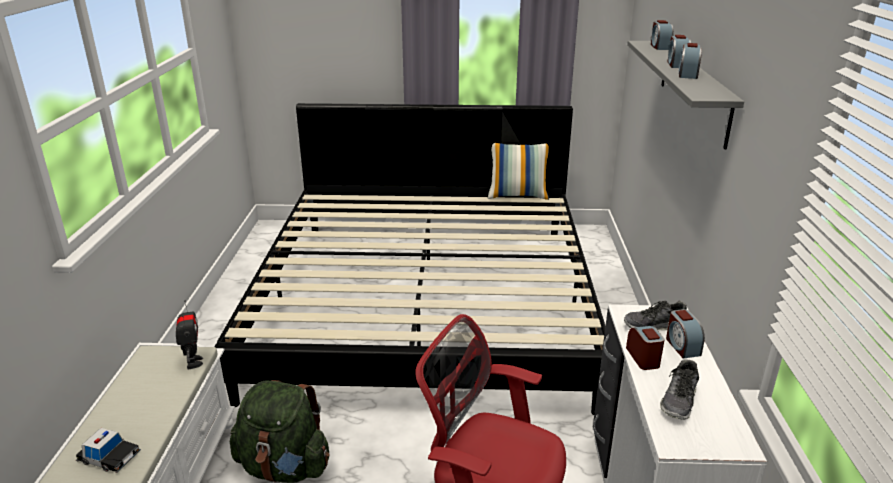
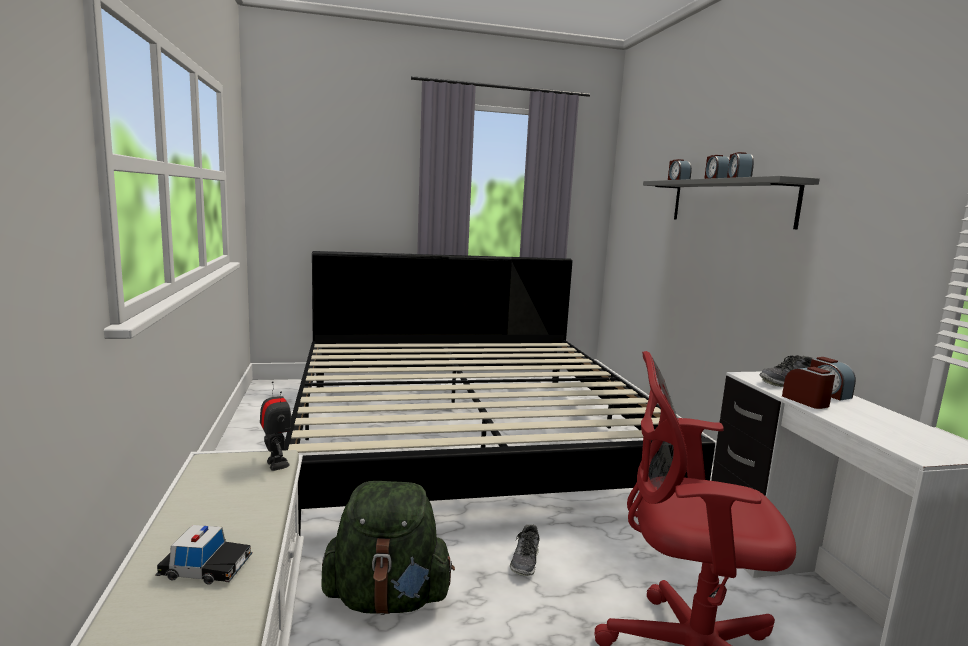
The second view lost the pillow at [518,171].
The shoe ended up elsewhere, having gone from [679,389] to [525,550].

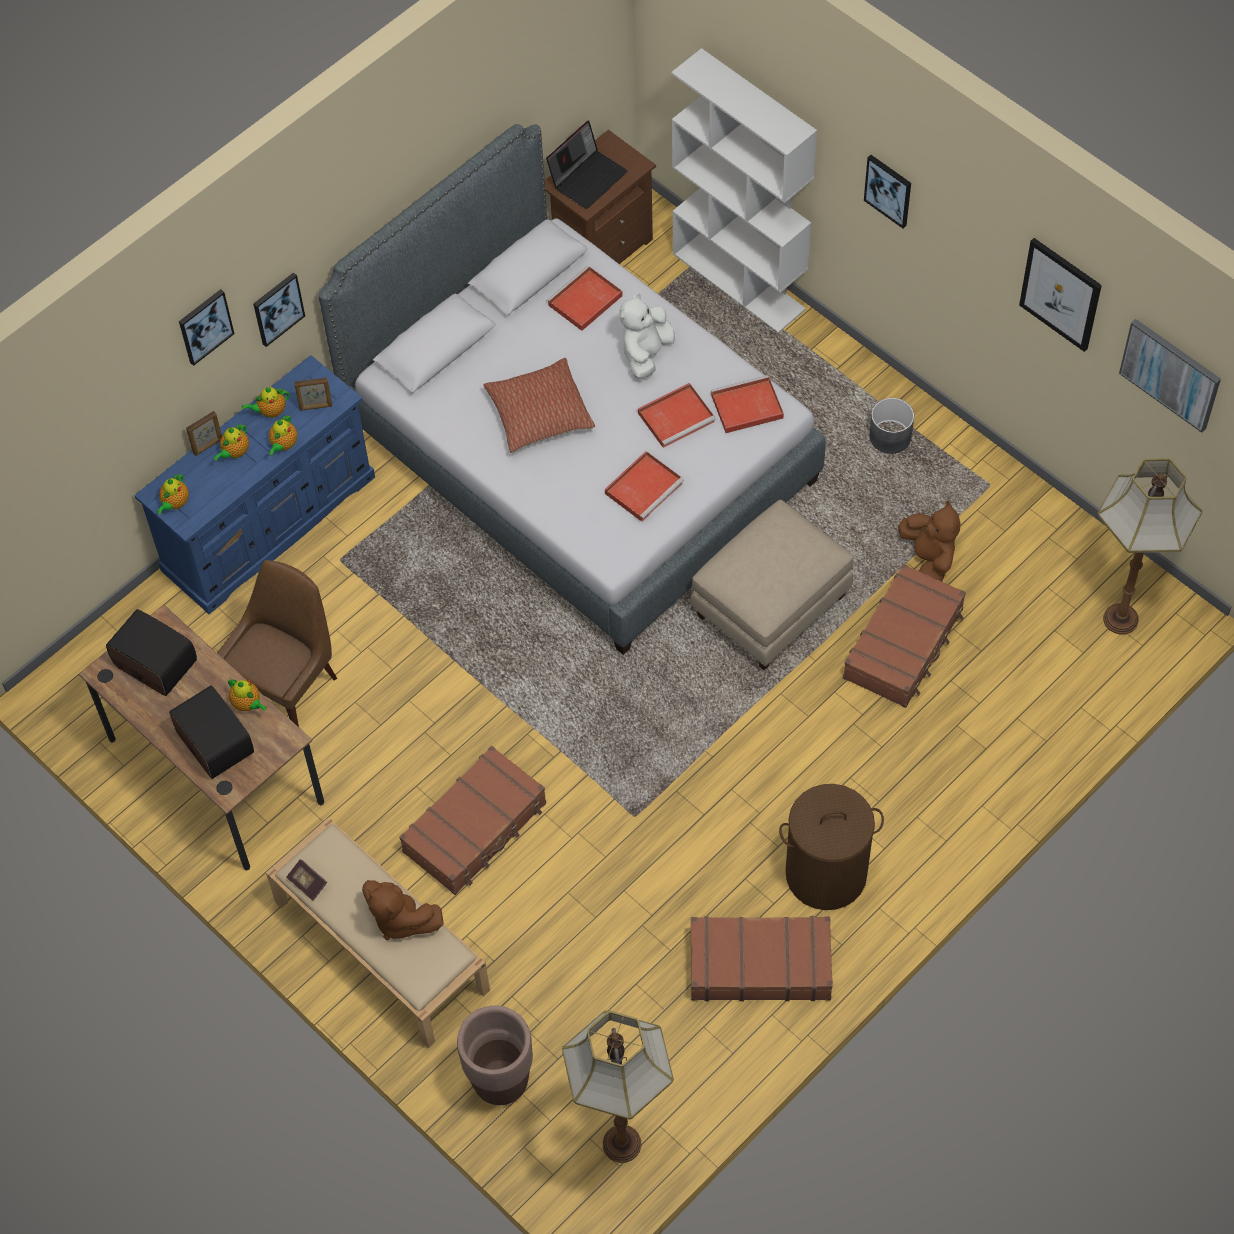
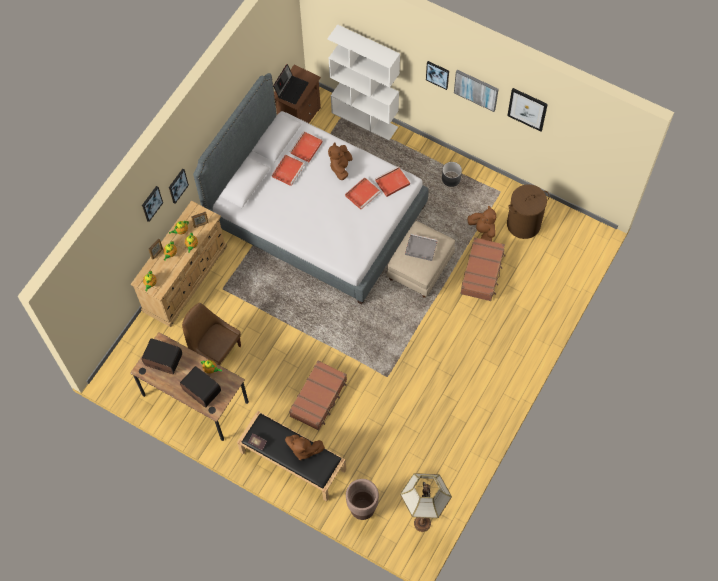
The second view lost the pillow at [539,405].
The second view lost the suitcase/brown at [762,958].
The second view lost the floor lamp at [1149,546].
The second view gained the tray/grey at [421,247].
The tray/red ended up elsewhere, having gone from [644,486] to [288,170].
The laundry basket/brown ended up elsewhere, having gone from [831,847] to [528,211].
The picture ended up elsewhere, having gone from [1170,376] to [476,91].
What was the dresser/blue at [254,484] turned into the dresser/beige at [179,264].
What was the bench/beige at [378,932] turned into the bench/black at [291,456].
What was the plush toy/white at [647,336] turned into the plush toy/brown at [340,161].
The chair/brown at [277,643] ended up facing another way, 75 degrees counterclockwise from before.

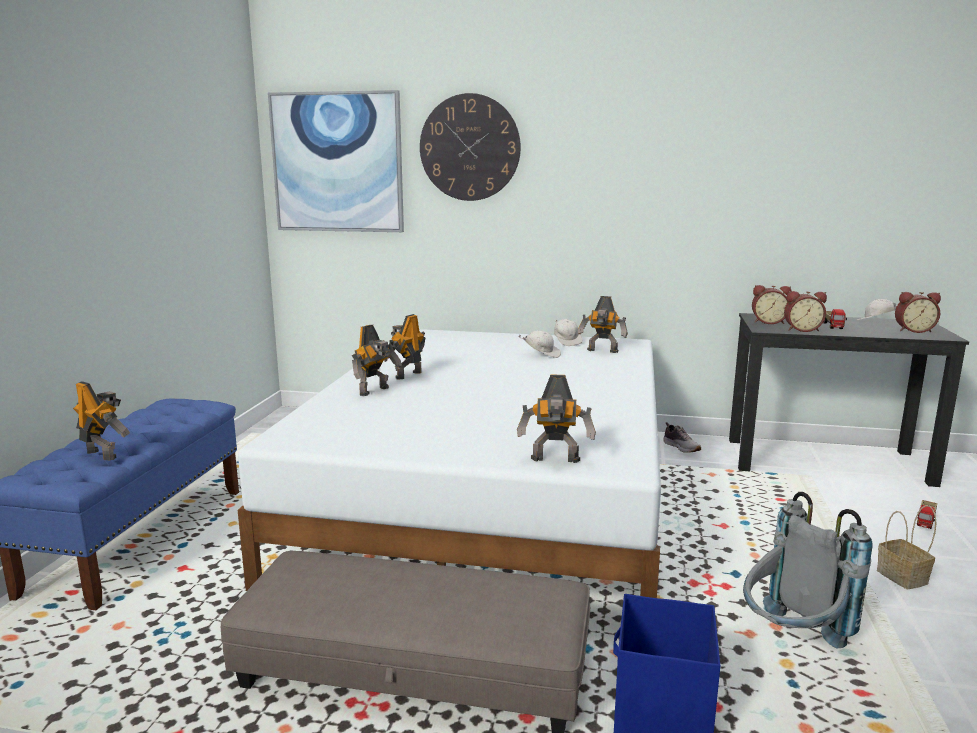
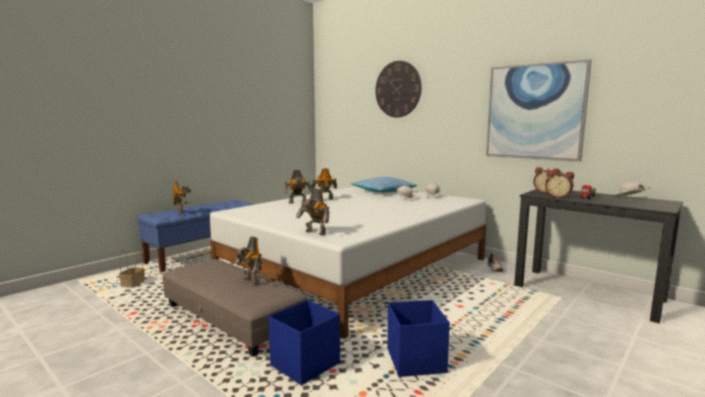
The second view lost the alarm clock at [918,312].
The second view lost the toy truck at [927,514].
The second view gained the pillow at [383,185].
The picture ended up elsewhere, having gone from [336,161] to [539,110].
The toy robot ended up elsewhere, having gone from [603,324] to [248,260].
The basket ended up elsewhere, having gone from [906,547] to [132,268].
Where the backpack/grey stood at [808,570], the storage box/blue came to stand at [418,338].

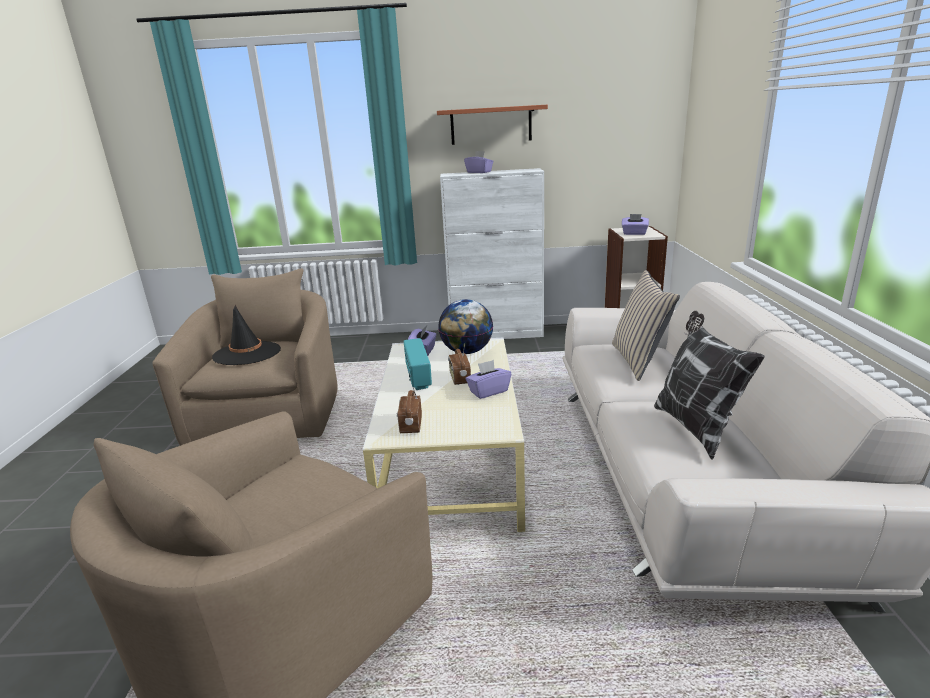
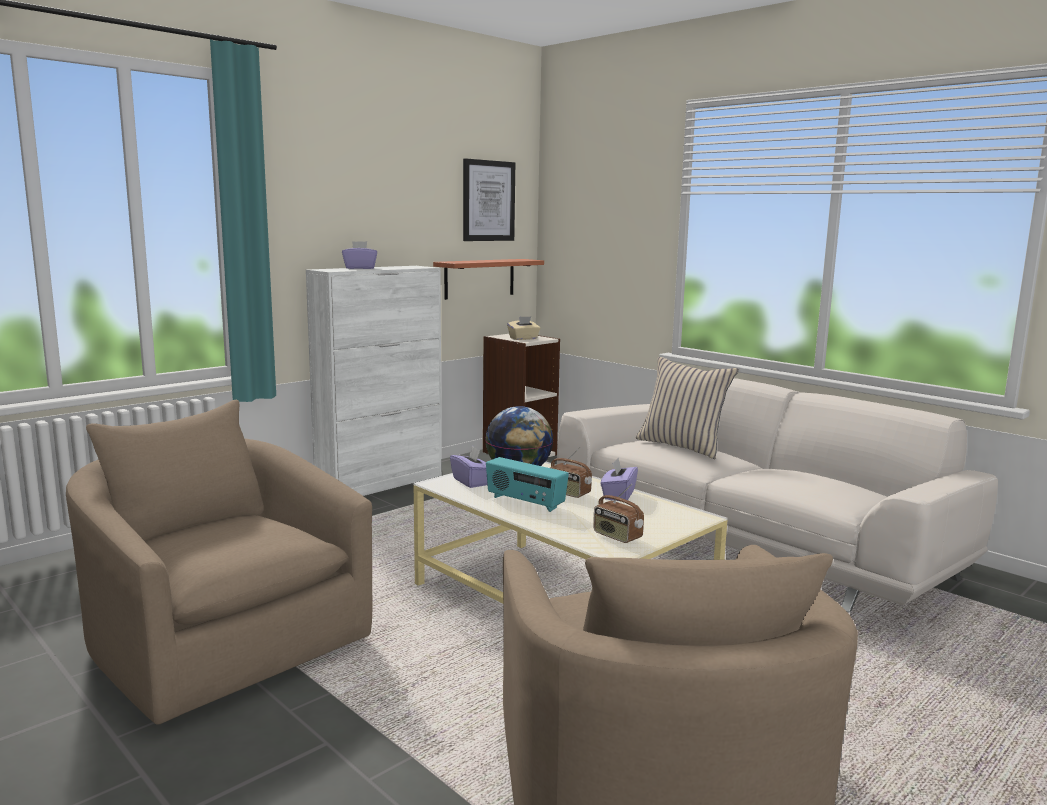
The second view lost the hat/black at [246,334].
The second view lost the pillow at [709,385].
The second view gained the picture at [489,199].
The shelf ended up elsewhere, having gone from [492,125] to [488,279].
What was the tissue box/purple at [635,224] turned into the tissue box/beige at [523,328].

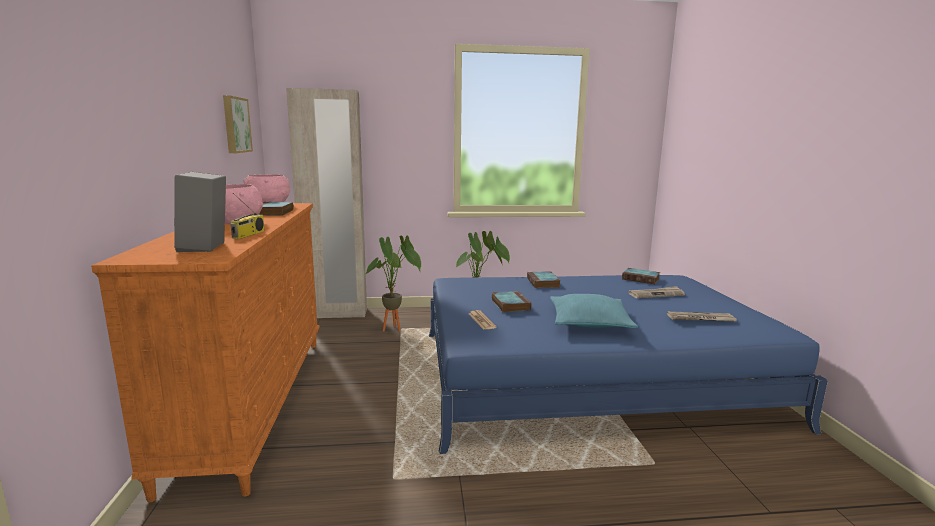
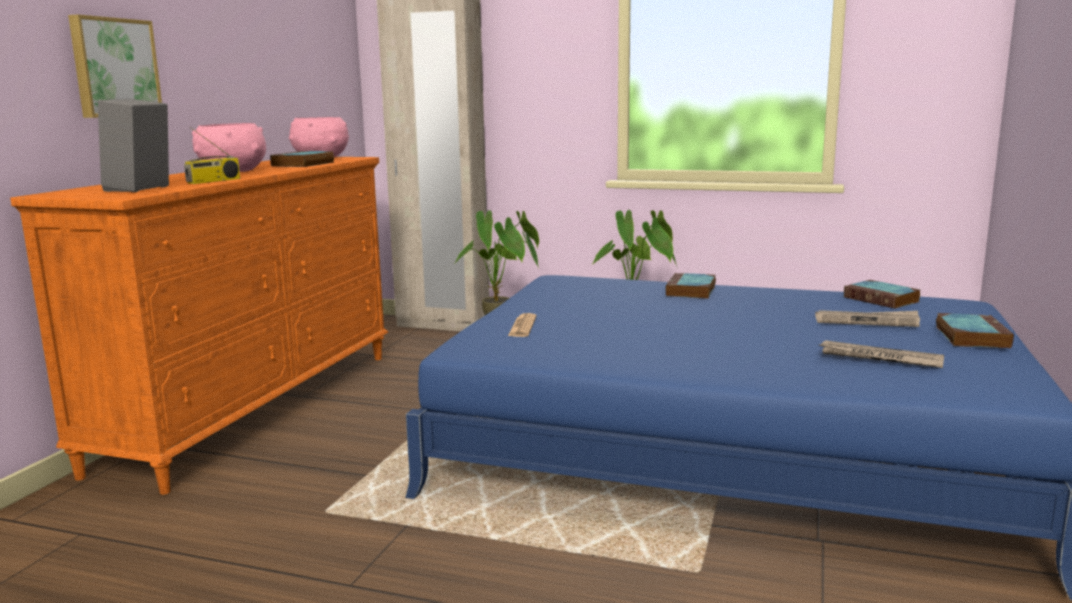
The second view lost the pillow/turquoise at [594,311].
The picture ended up elsewhere, having gone from [238,124] to [115,66].
The book ended up elsewhere, having gone from [511,301] to [975,330].

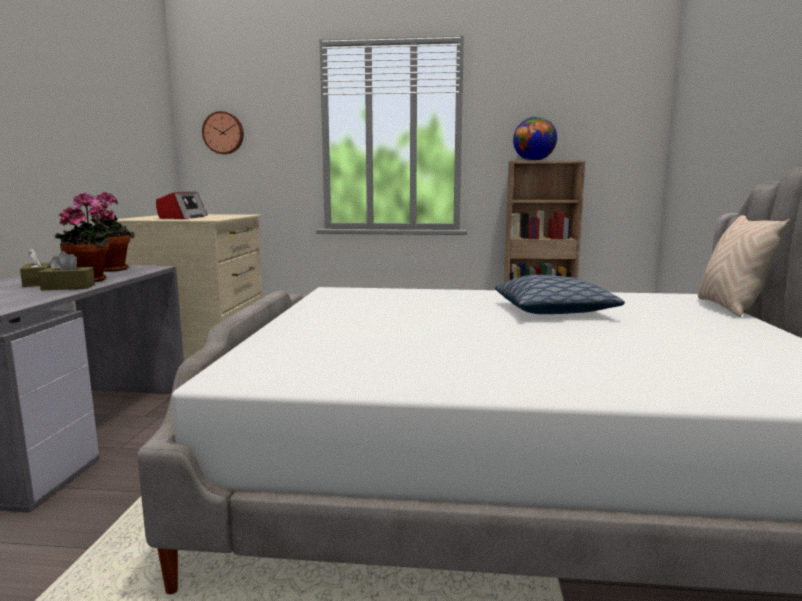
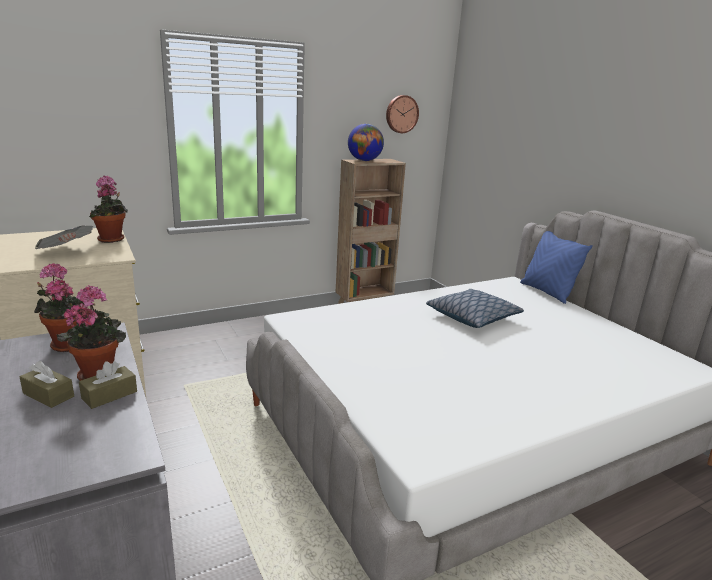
The second view gained the potted plant at [108,209].
The wall clock ended up elsewhere, having gone from [223,132] to [402,114].
Where the radio stood at [182,205], the newspaper came to stand at [64,237].
What was the pillow/beige at [744,266] turned into the pillow/blue at [556,267].

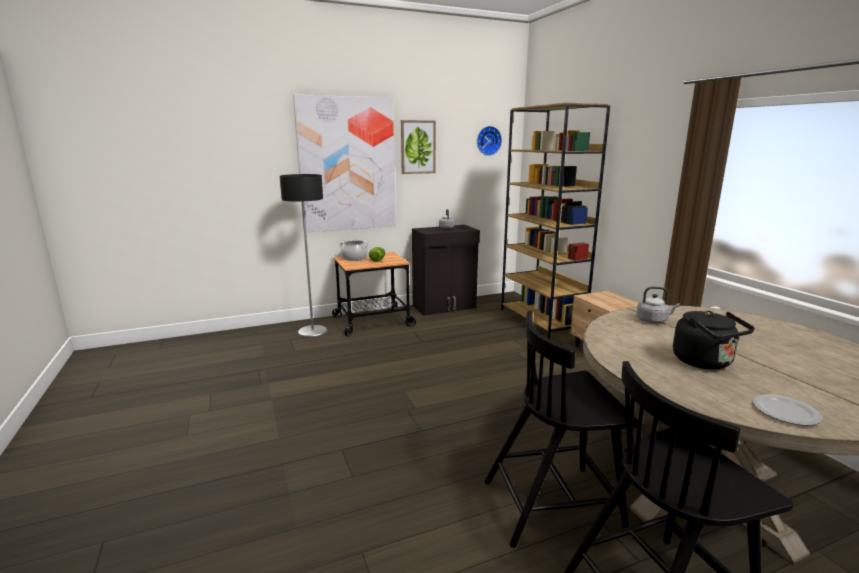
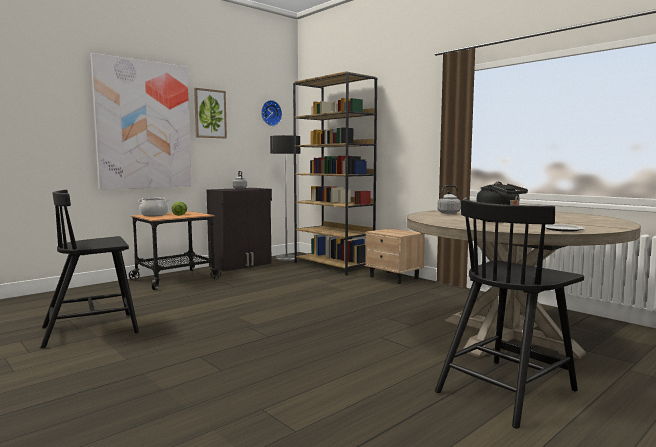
The floor lamp ended up elsewhere, having gone from [304,256] to [285,198].
The chair/black ended up elsewhere, having gone from [561,429] to [90,269].

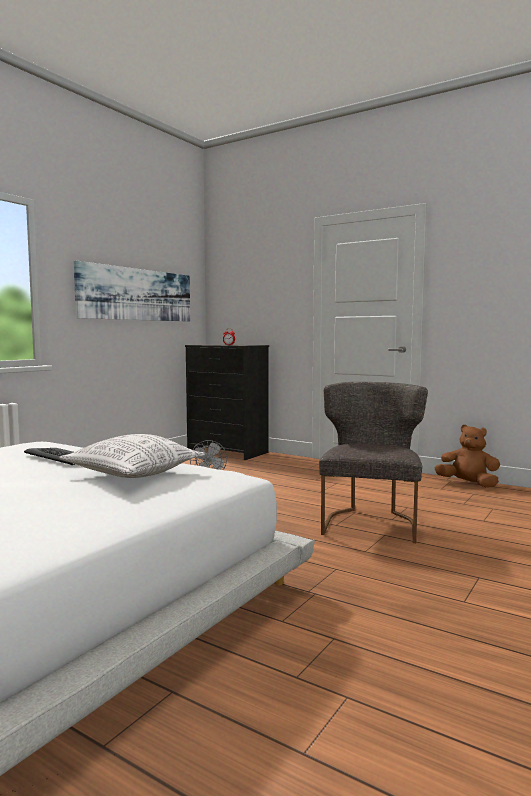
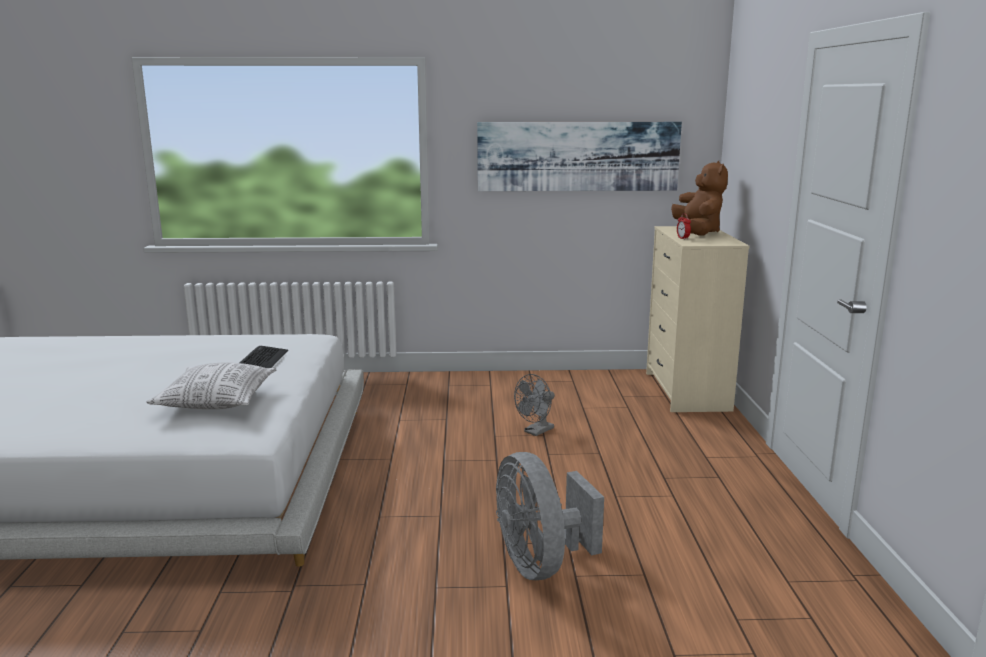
The plush toy/brown ended up elsewhere, having gone from [467,456] to [699,198].
Where the chair/grey stood at [373,462], the fan/grey came to stand at [550,516].
What was the dresser/black at [227,402] turned into the dresser/beige at [697,319].

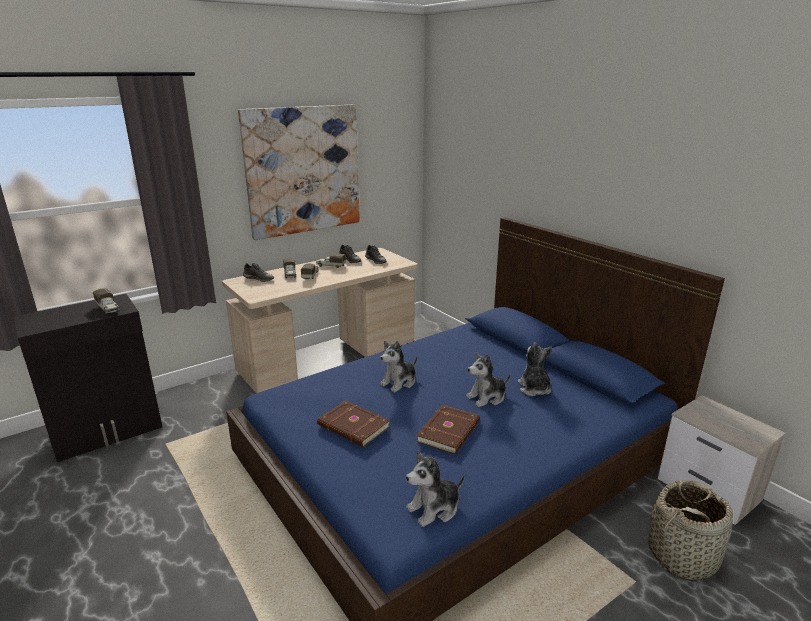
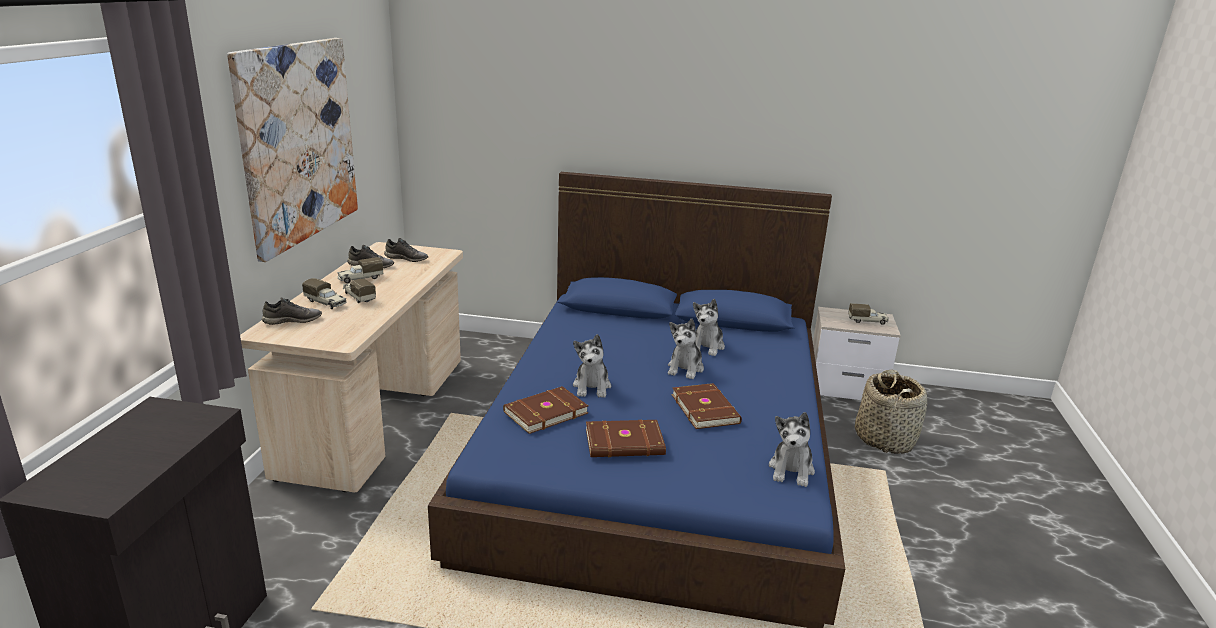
The second view gained the book/brown at [545,410].
The toy truck ended up elsewhere, having gone from [106,301] to [868,314].
The plush toy at [535,369] ended up facing another way, 105 degrees counterclockwise from before.

